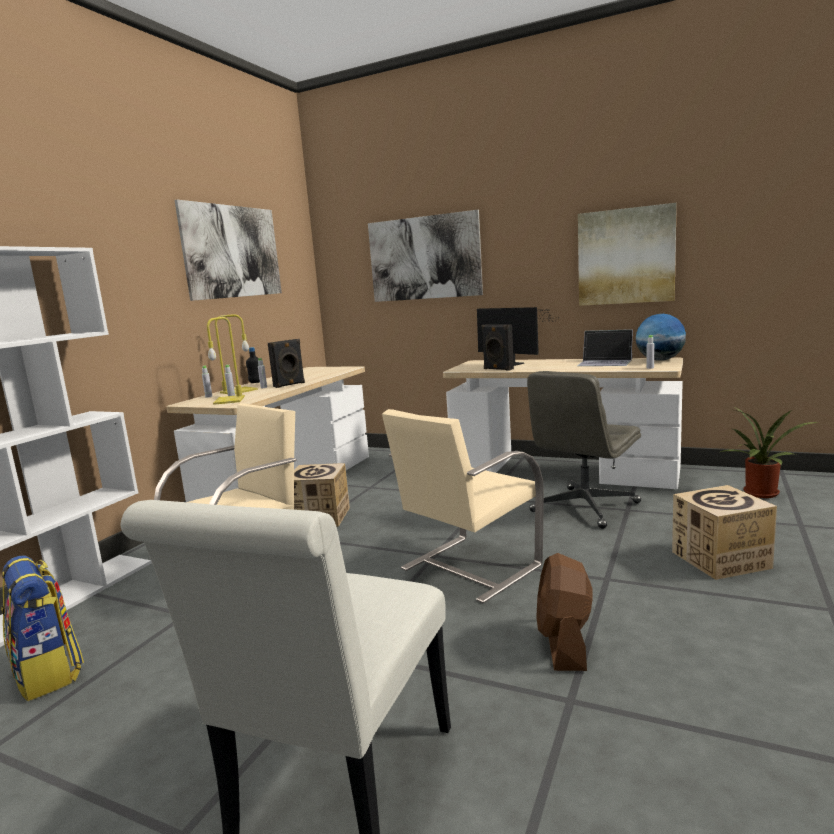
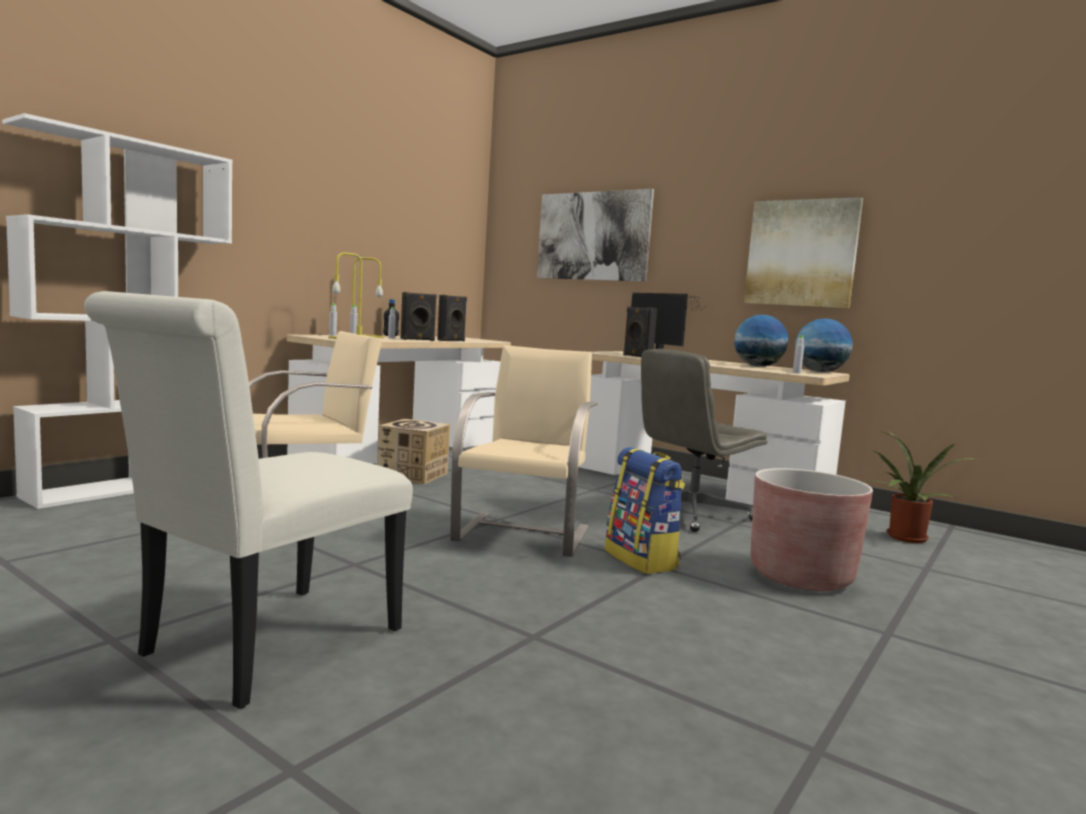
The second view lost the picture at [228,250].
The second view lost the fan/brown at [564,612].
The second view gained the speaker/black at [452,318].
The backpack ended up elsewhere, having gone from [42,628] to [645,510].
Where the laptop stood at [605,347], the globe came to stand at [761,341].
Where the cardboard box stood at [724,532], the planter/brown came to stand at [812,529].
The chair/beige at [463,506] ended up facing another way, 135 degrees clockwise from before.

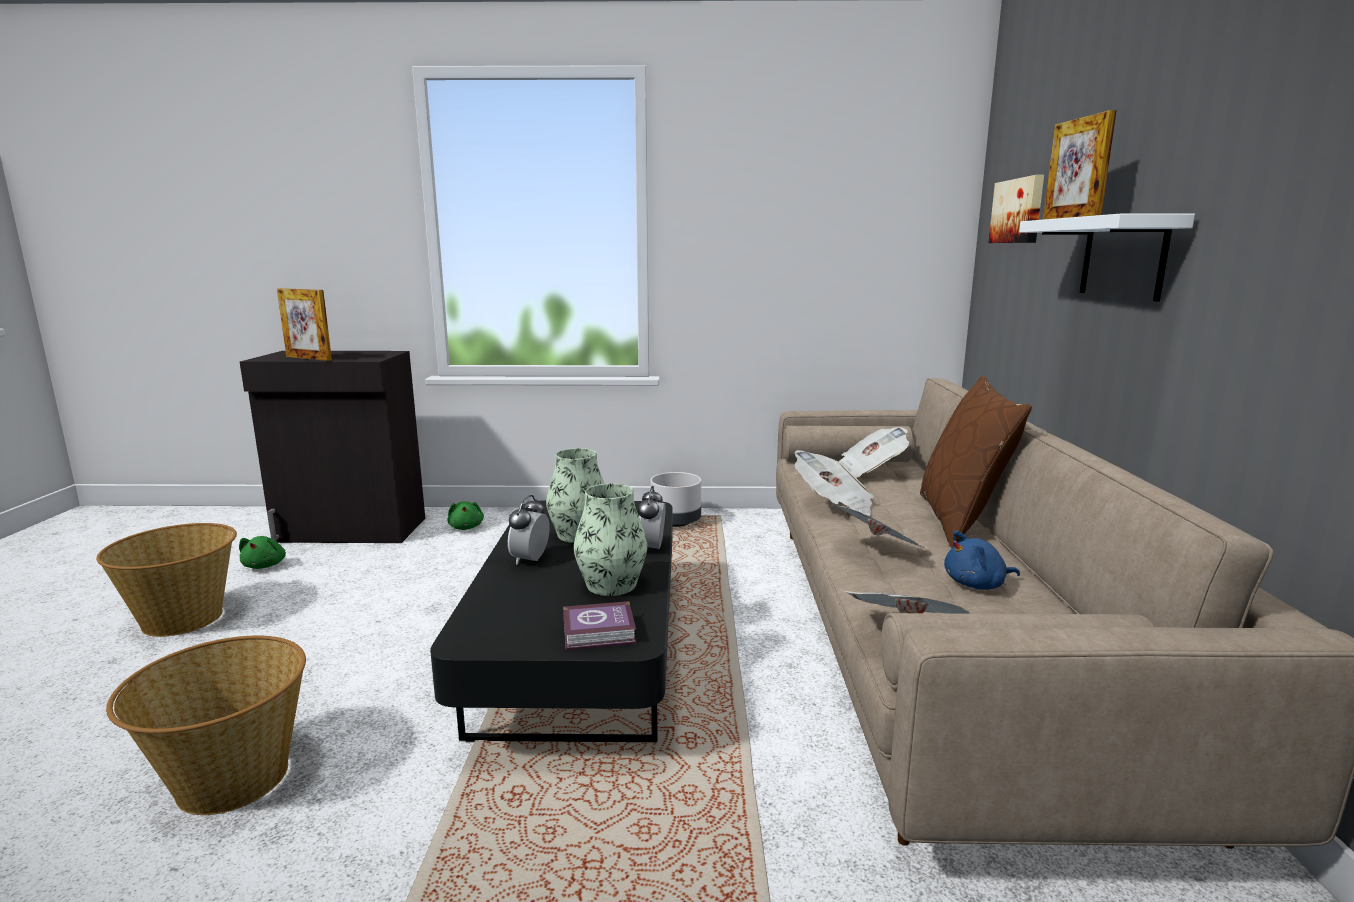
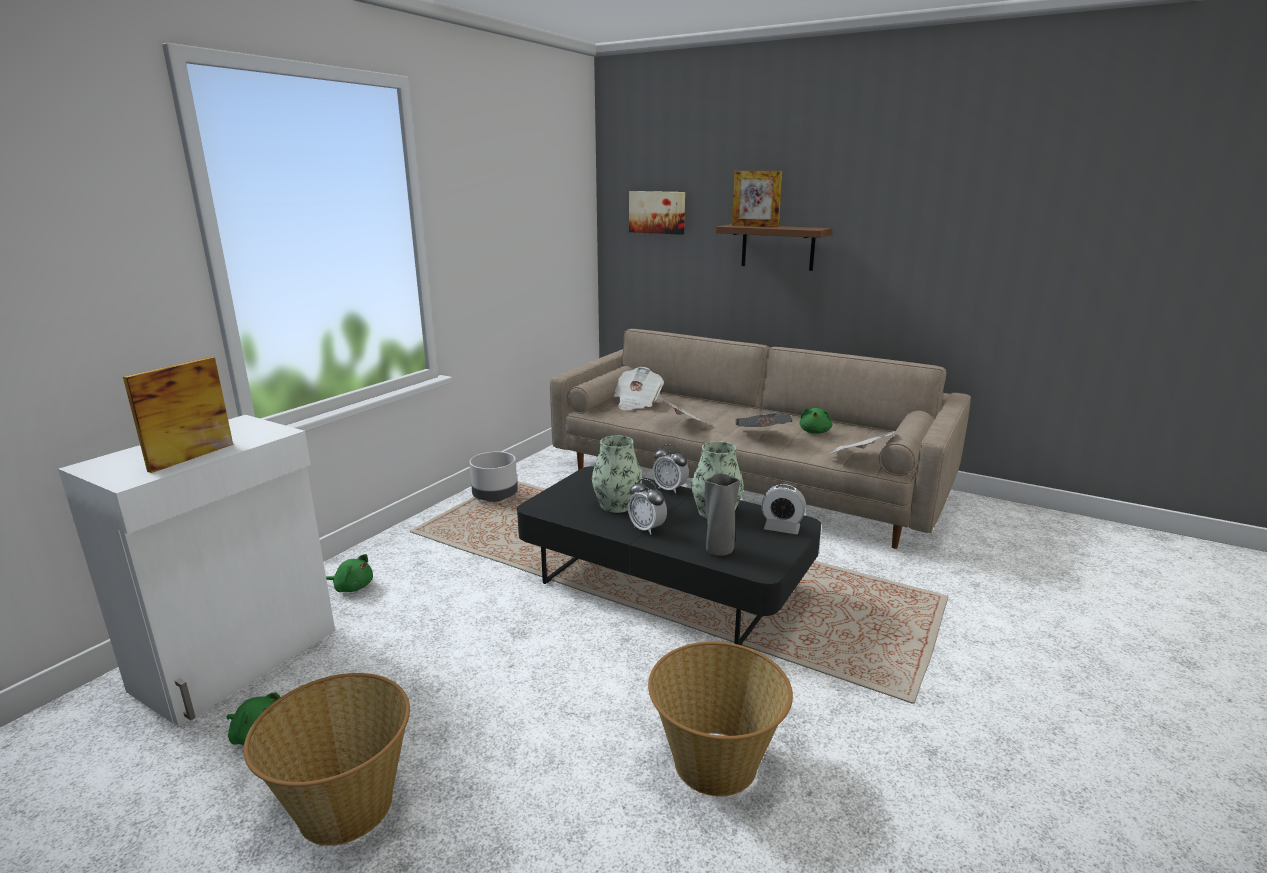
The second view lost the pillow/brown at [976,462].
The second view gained the vase/grey at [722,514].
Where the book stood at [600,626], the alarm clock came to stand at [784,509].
What was the cabinet/black at [332,447] turned into the cabinet/white at [196,570].
What was the plush toy/blue at [982,560] turned into the plush toy/green at [816,420].
What was the shelf/white at [1107,258] turned into the shelf/brown at [774,247].
The picture frame at [304,324] ended up facing another way, 150 degrees clockwise from before.

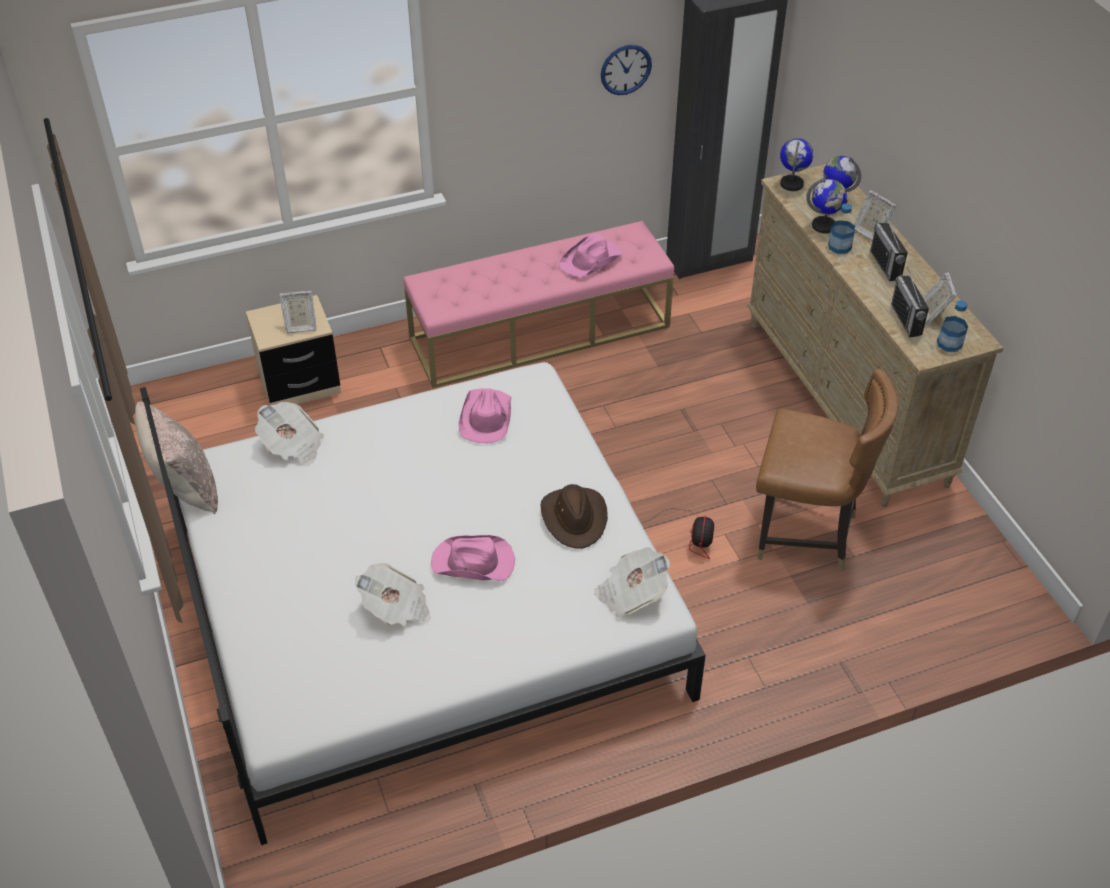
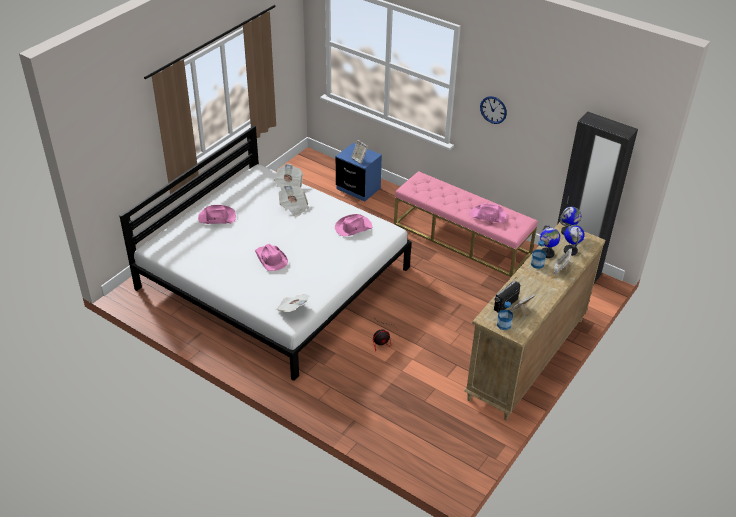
The second view lost the pillow/beige at [176,458].
The second view lost the hat/brown at [574,516].
The second view lost the chair/brown at [827,470].
The second view lost the radio at [889,247].
The second view gained the hat/pink at [217,214].
The newspaper ended up elsewhere, having gone from [393,594] to [293,200].
The wall clock ended up elsewhere, having gone from [626,70] to [493,110].
What was the nightstand/beige at [293,350] turned into the nightstand/blue at [359,172].

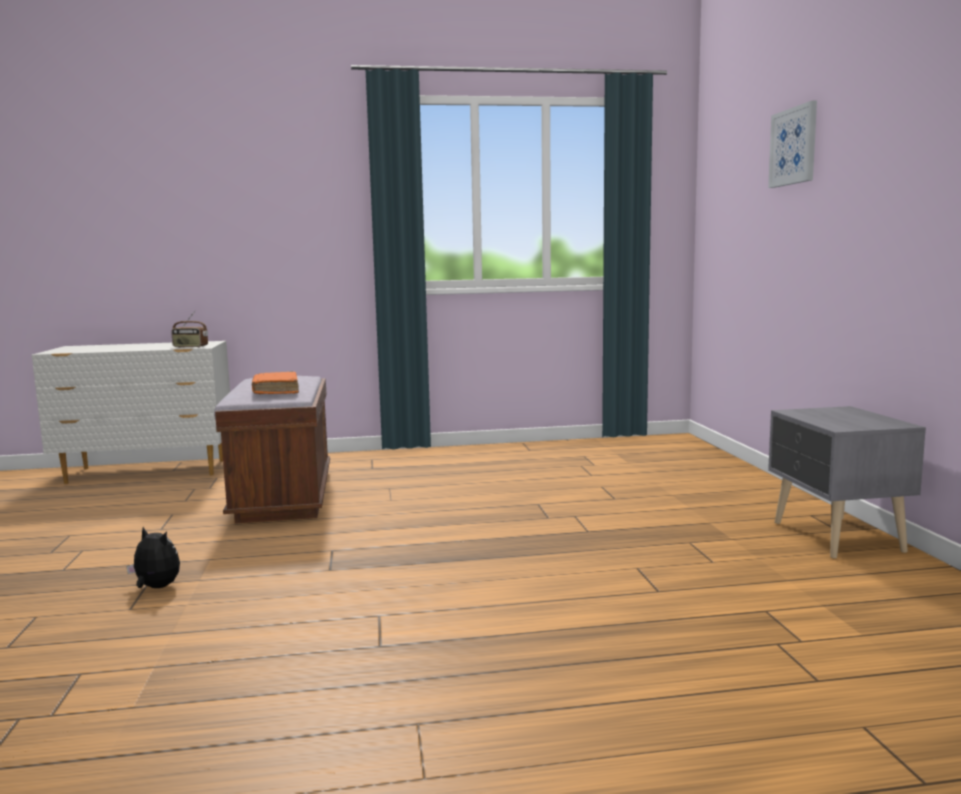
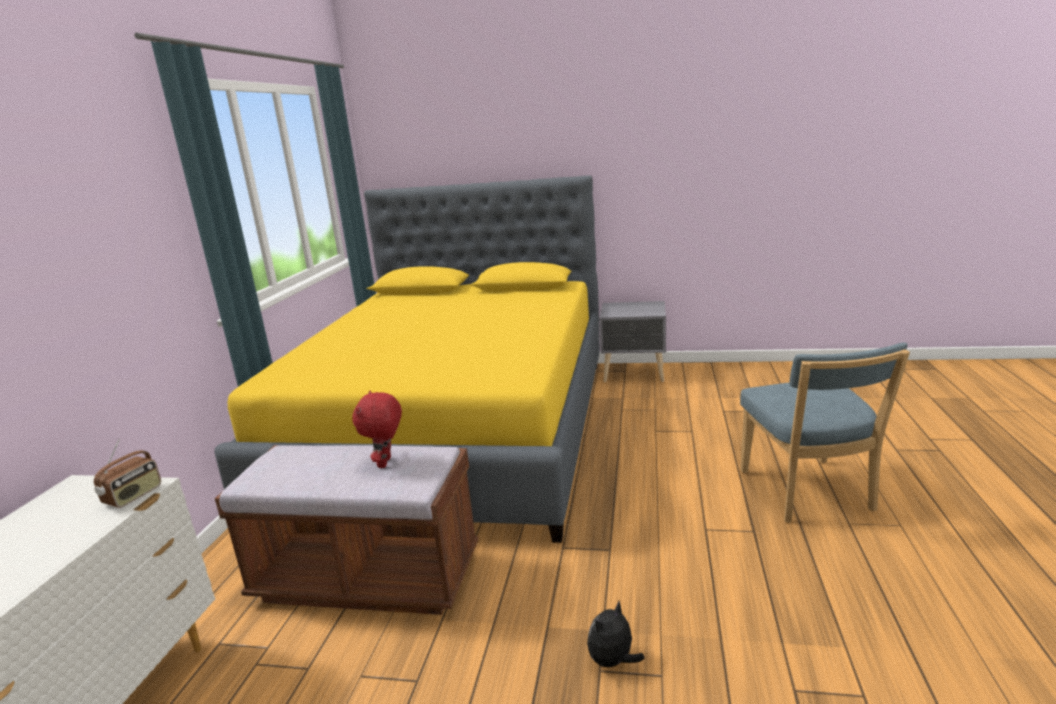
The second view lost the picture at [792,144].
The second view gained the bed/yellow at [407,359].
The second view gained the chair/blue at [825,432].
Where the book/orange stood at [275,382], the plush toy/red came to stand at [377,429].

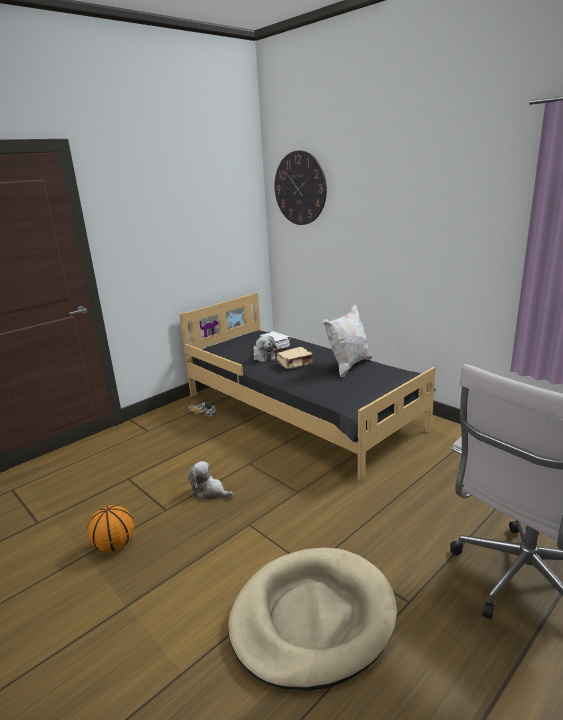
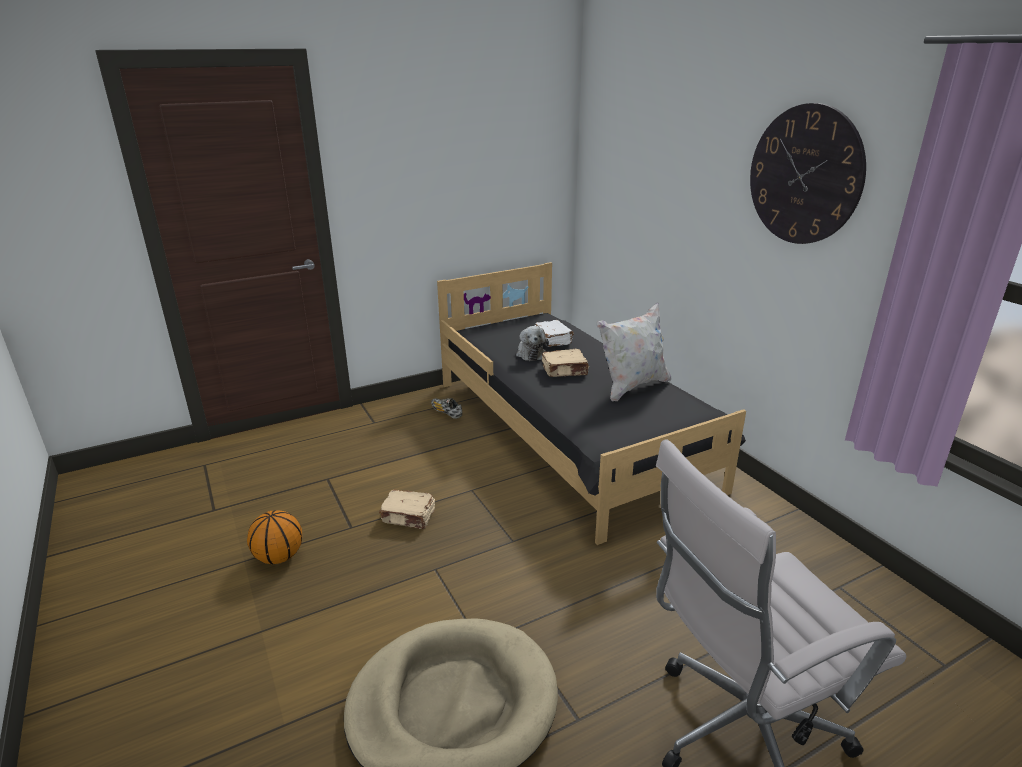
The wall clock ended up elsewhere, having gone from [301,188] to [808,173].
Where the plush toy stood at [210,480], the book/beige came to stand at [407,509].

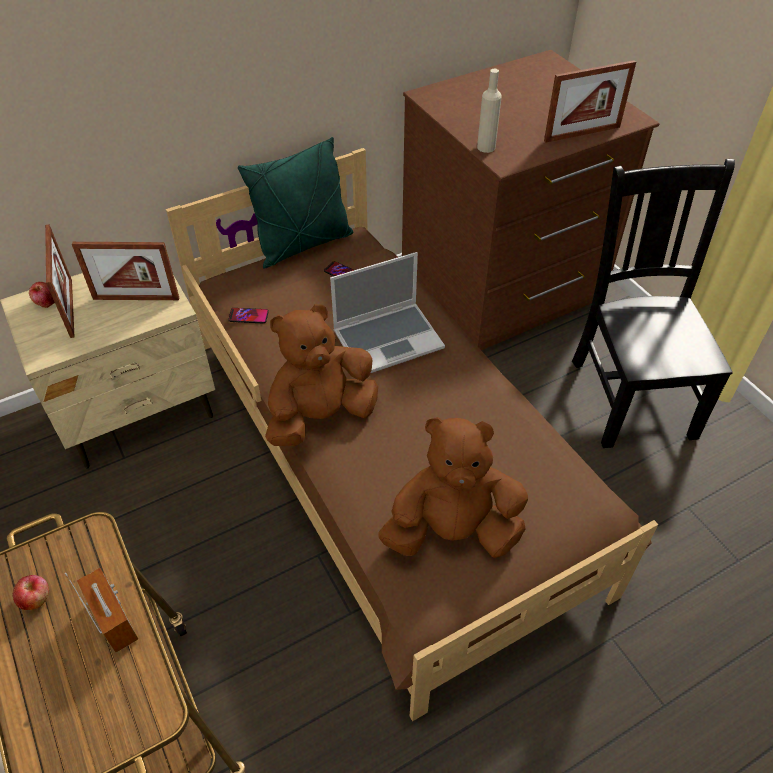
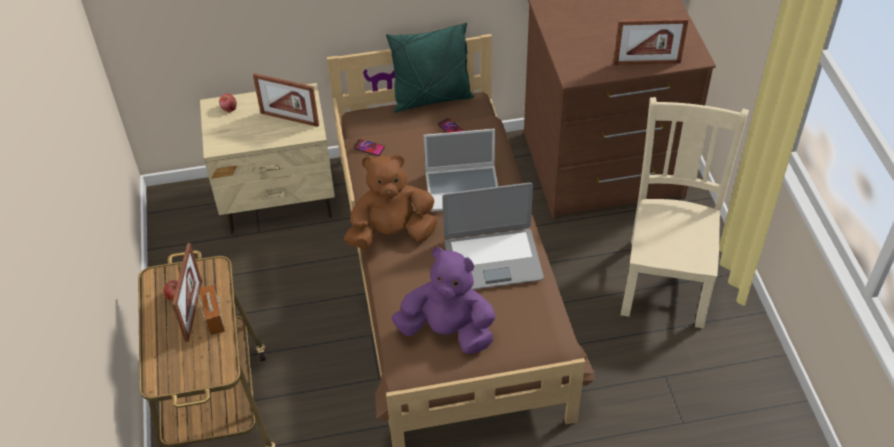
The second view lost the bottle/beige at [489,111].
The second view gained the laptop at [493,236].
The picture frame ended up elsewhere, having gone from [60,281] to [187,292].
What was the plush toy/brown at [453,487] turned into the plush toy/purple at [443,300].
What was the chair/black at [653,303] turned into the chair/beige at [685,212].

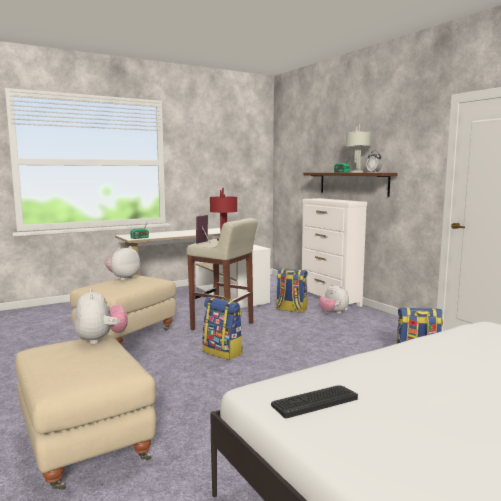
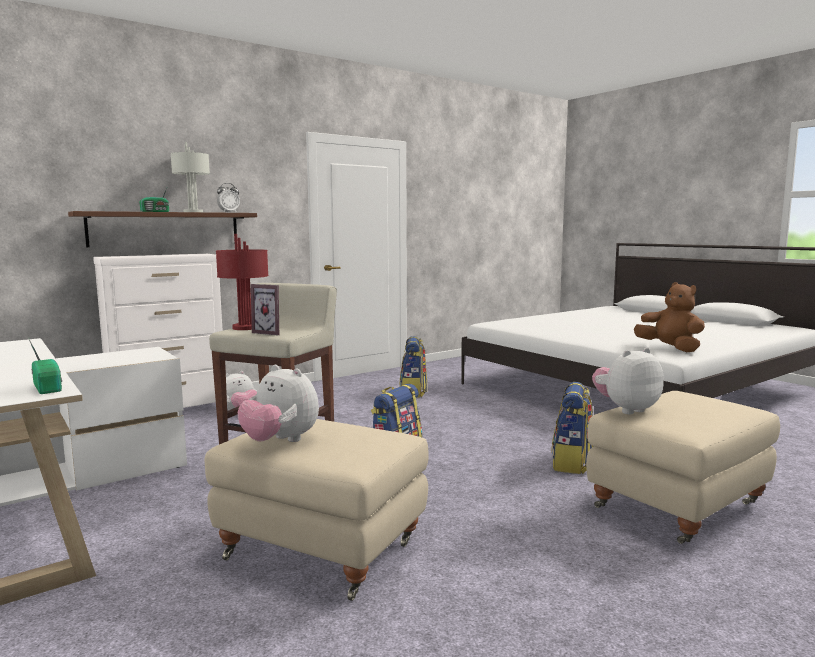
The backpack ended up elsewhere, having gone from [292,290] to [572,428].
Where the keyboard stood at [314,401], the plush toy/brown came to stand at [669,317].

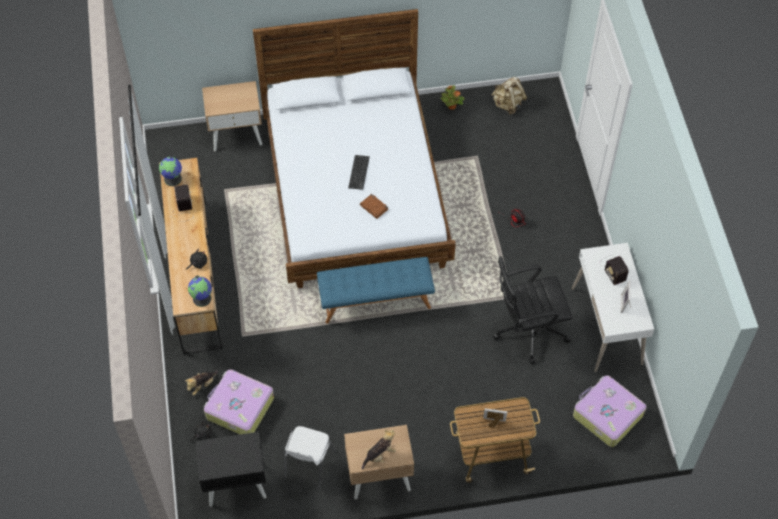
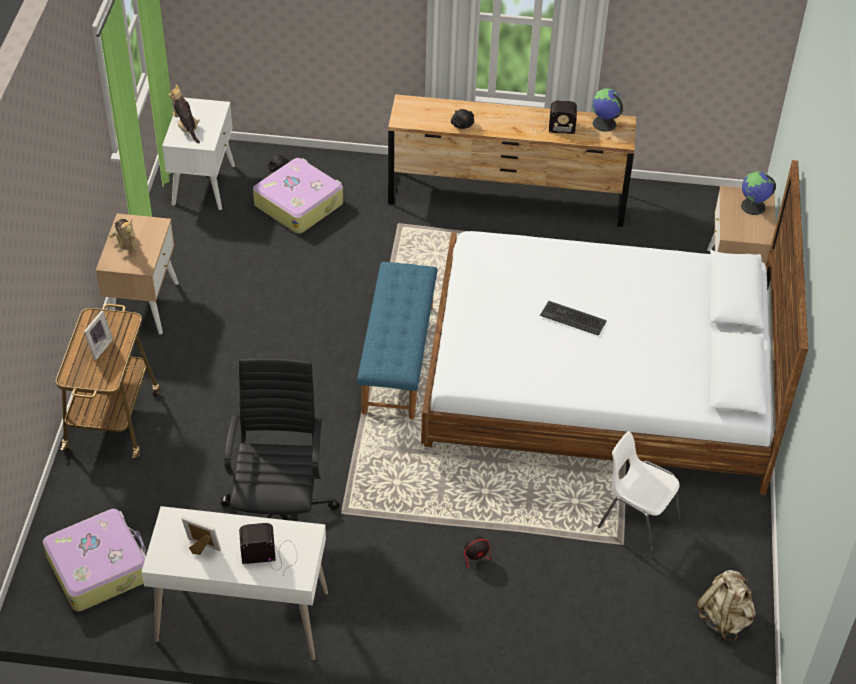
The second view lost the book/brown at [374,206].
The second view lost the potted plant at [453,97].
The plush toy ended up elsewhere, having gone from [201,383] to [184,113].
The globe ended up elsewhere, having gone from [200,291] to [758,193].
The chair/white ended up elsewhere, having gone from [310,457] to [639,495].
What was the nightstand/black at [230,469] turned into the nightstand/white at [198,154].

